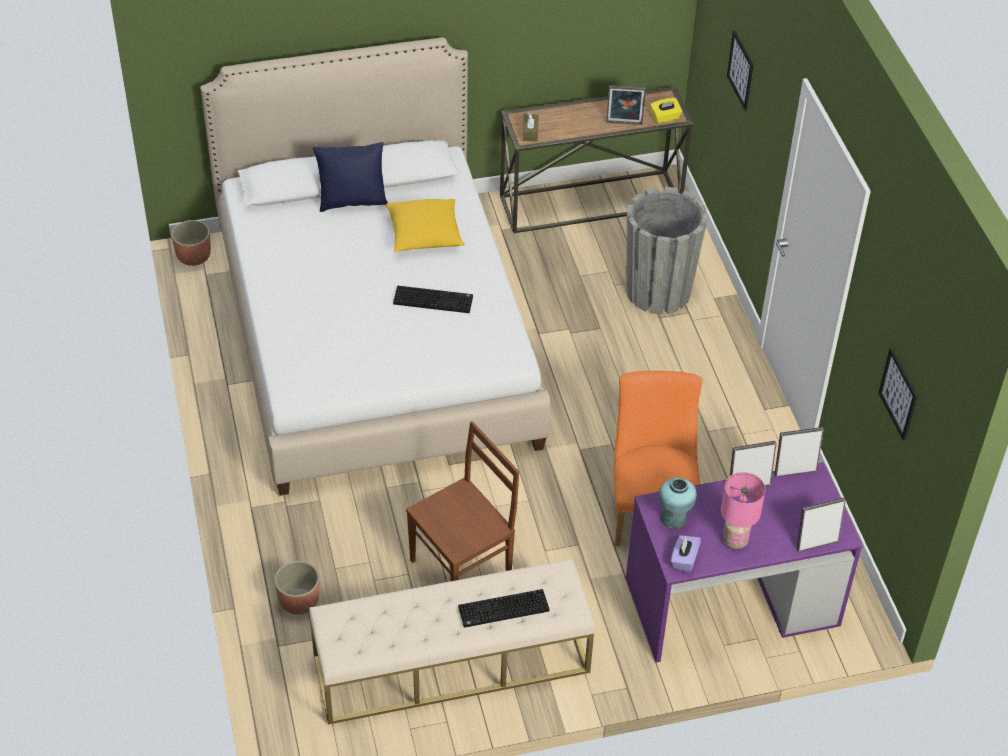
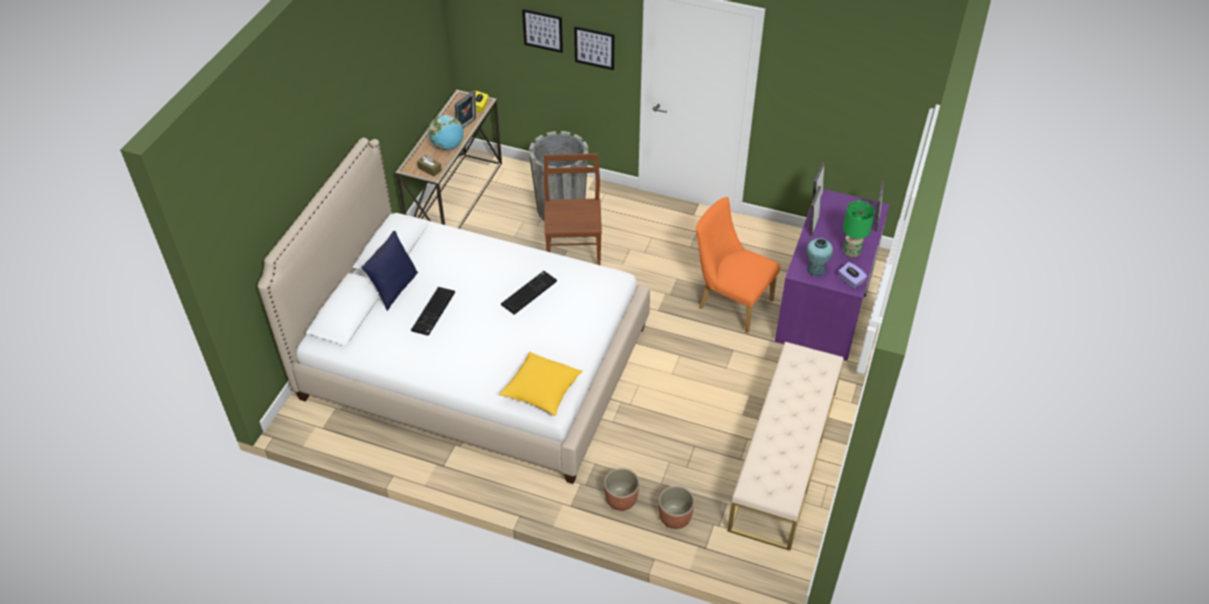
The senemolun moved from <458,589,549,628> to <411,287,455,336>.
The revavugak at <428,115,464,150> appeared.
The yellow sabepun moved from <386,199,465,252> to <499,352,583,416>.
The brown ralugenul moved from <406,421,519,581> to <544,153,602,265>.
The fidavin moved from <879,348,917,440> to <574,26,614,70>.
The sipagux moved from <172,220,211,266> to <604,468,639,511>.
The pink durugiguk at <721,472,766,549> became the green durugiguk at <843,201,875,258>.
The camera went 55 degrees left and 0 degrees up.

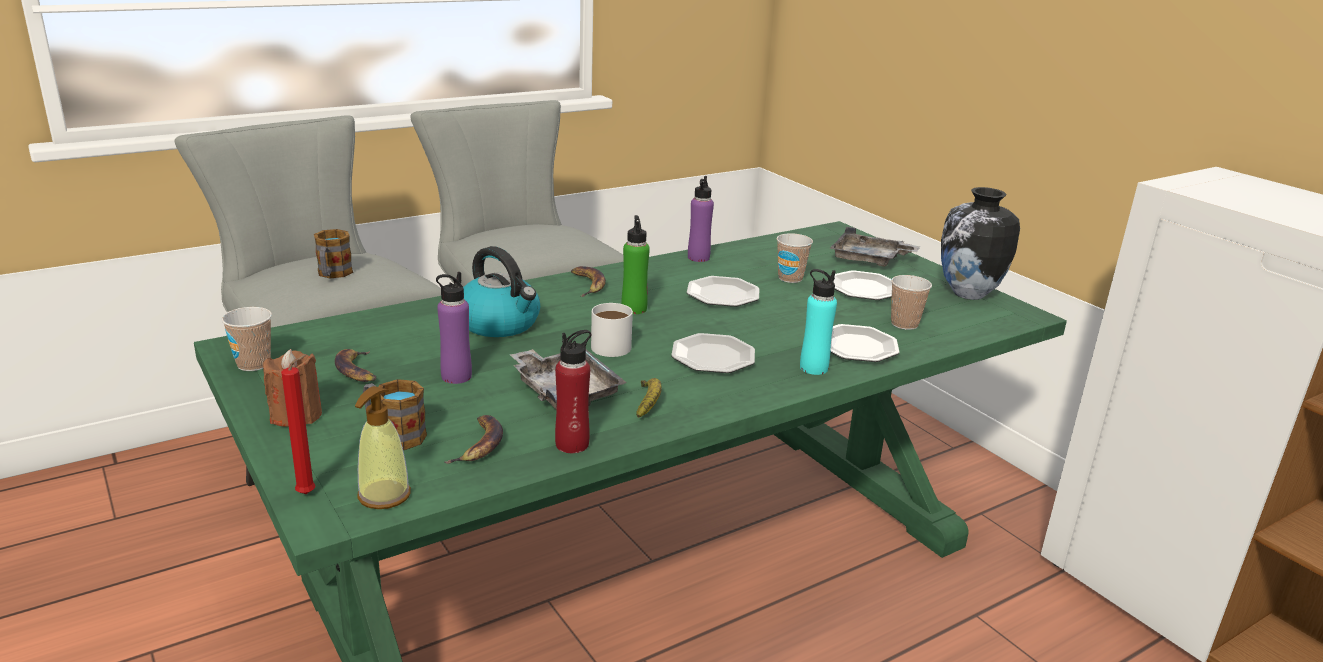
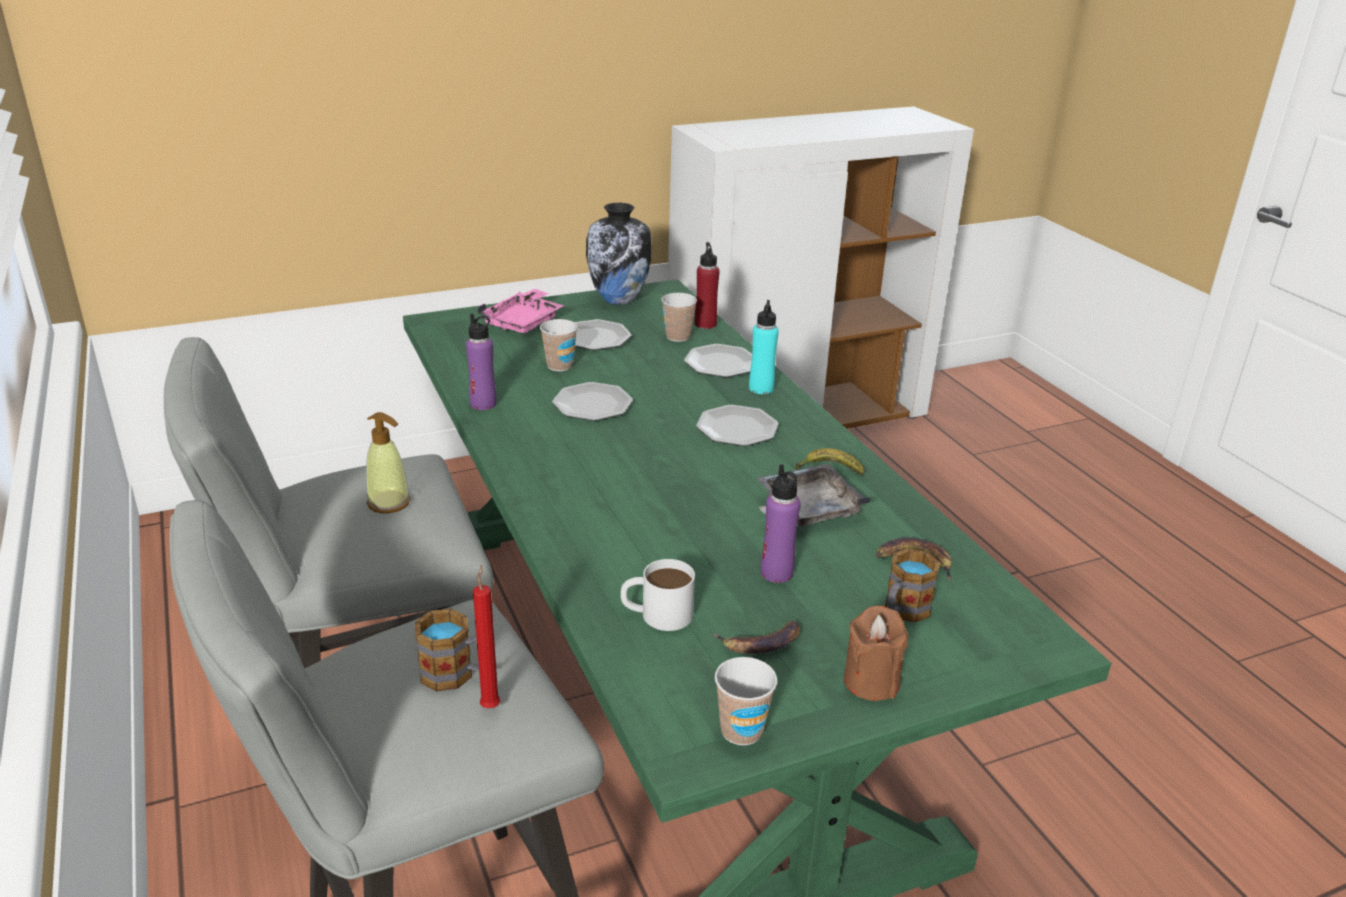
The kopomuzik moved from <355,386,411,509> to <366,412,411,513>.
The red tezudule moved from <281,354,316,494> to <473,565,500,708>.
The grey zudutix at <830,227,920,267> became the pink zudutix at <478,289,565,333>.
The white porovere moved from <591,303,633,357> to <621,559,695,631>.
The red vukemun moved from <555,330,592,453> to <695,242,720,329>.
The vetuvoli at <463,246,540,337> disappeared.
The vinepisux at <571,266,606,297> disappeared.
The green vukemun at <621,215,650,314> disappeared.
The camera went 80 degrees left and 5 degrees up.

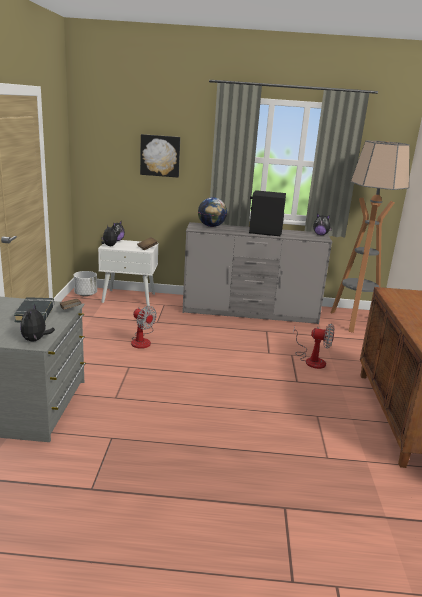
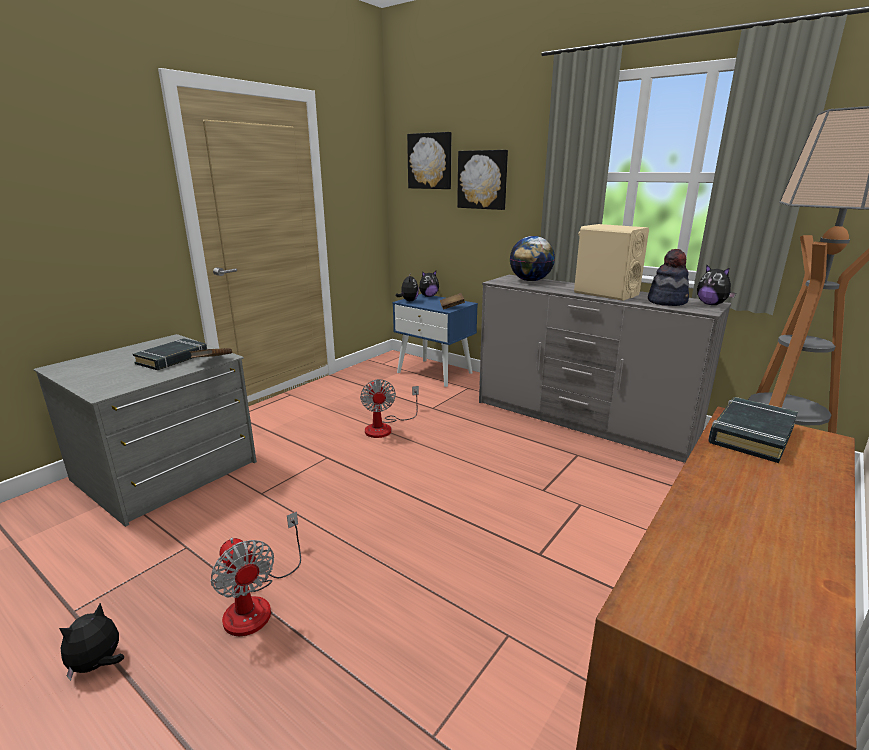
The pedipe moved from <20,304,55,342> to <59,603,124,681>.
The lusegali moved from <293,324,335,369> to <211,511,301,636>.
The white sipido at <98,240,159,306> became the blue sipido at <393,294,478,387>.
The fidavin at <407,132,451,189> appeared.
The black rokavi at <249,190,286,236> became the beige rokavi at <574,224,649,301>.
The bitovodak at <648,249,689,306> appeared.
The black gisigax at <708,397,798,463> appeared.
The white sipagux at <74,271,97,296> disappeared.
The camera went 35 degrees right and 0 degrees up.

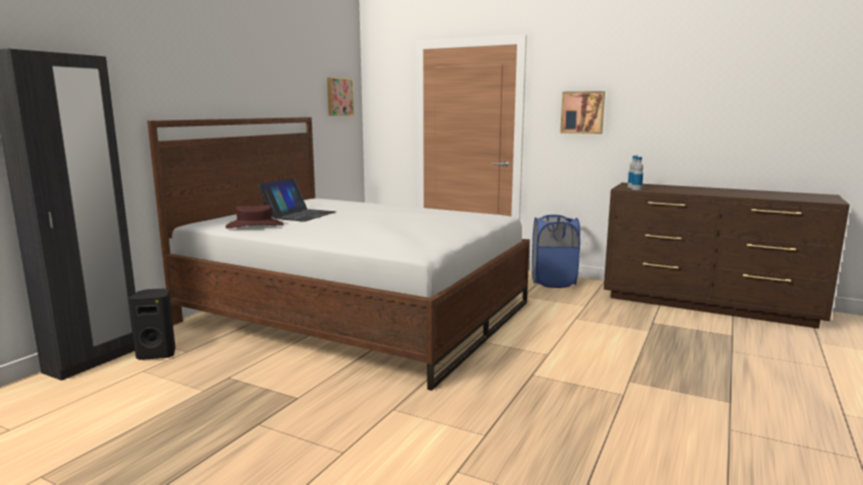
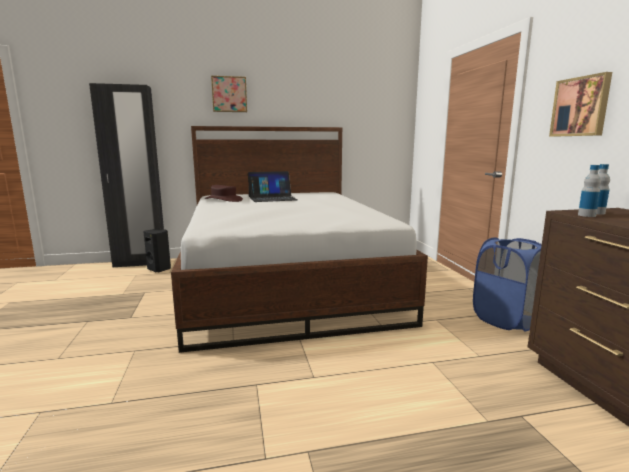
The fidavin moved from <327,77,354,116> to <211,76,247,112>.
The camera went 50 degrees right and 0 degrees up.

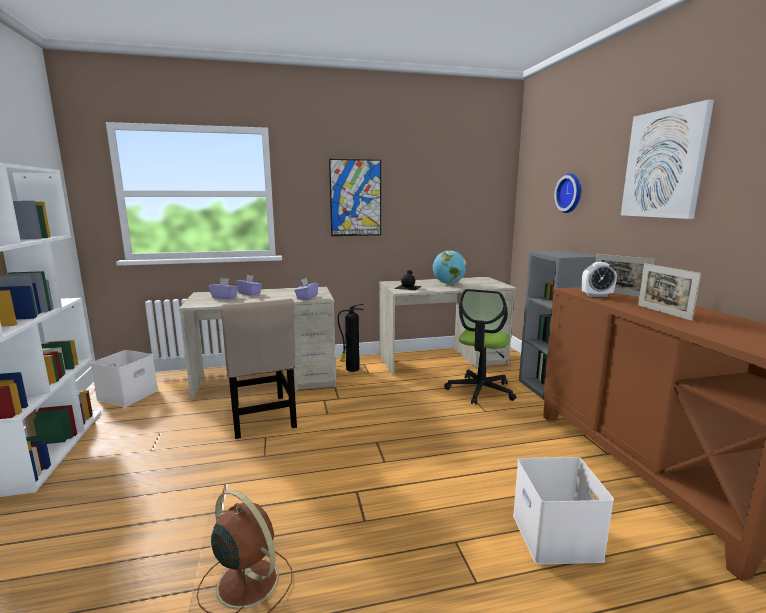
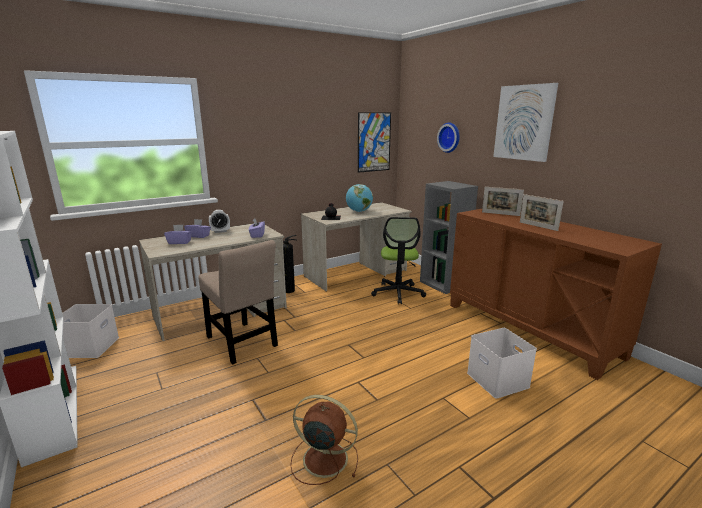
The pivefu moved from <581,262,617,297> to <209,210,230,233>.
The fidavin moved from <329,159,381,236> to <358,112,391,173>.
The camera went 20 degrees left and 5 degrees up.

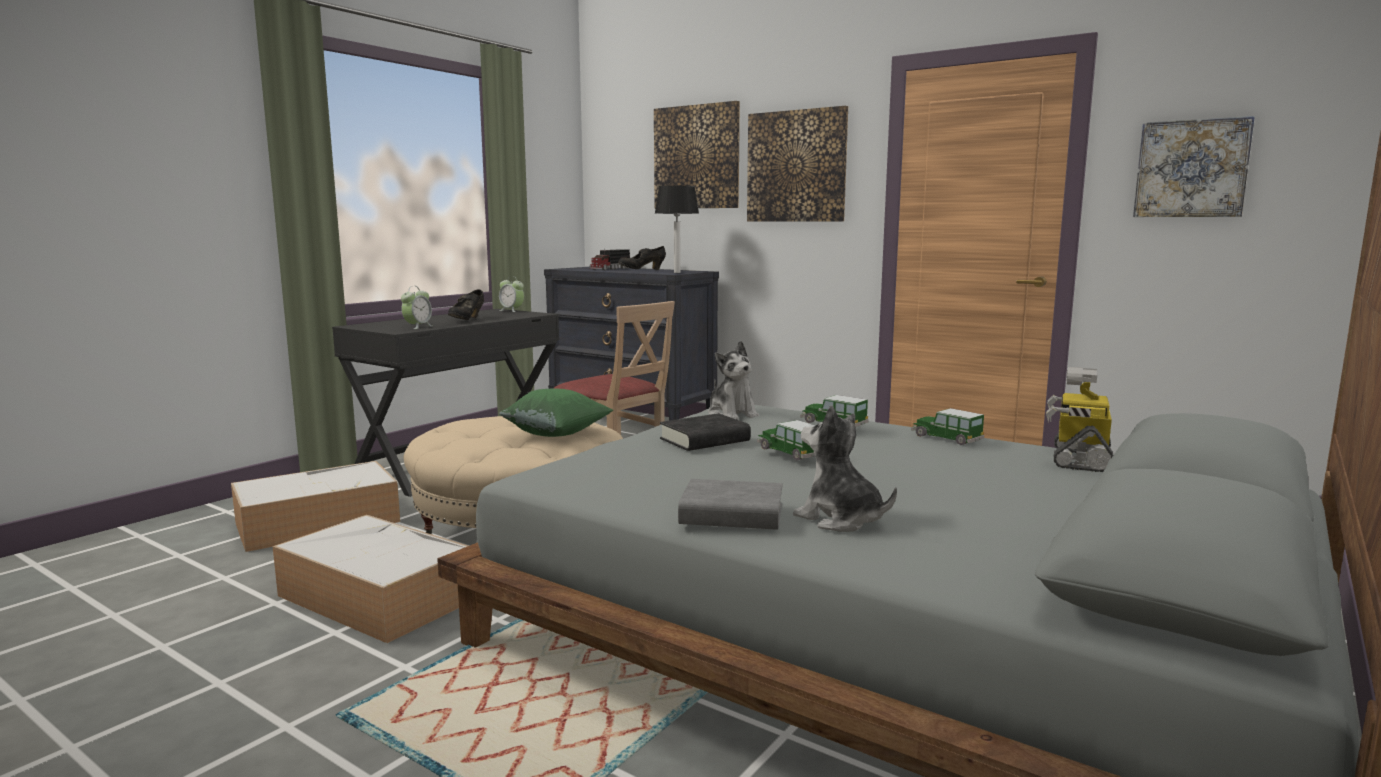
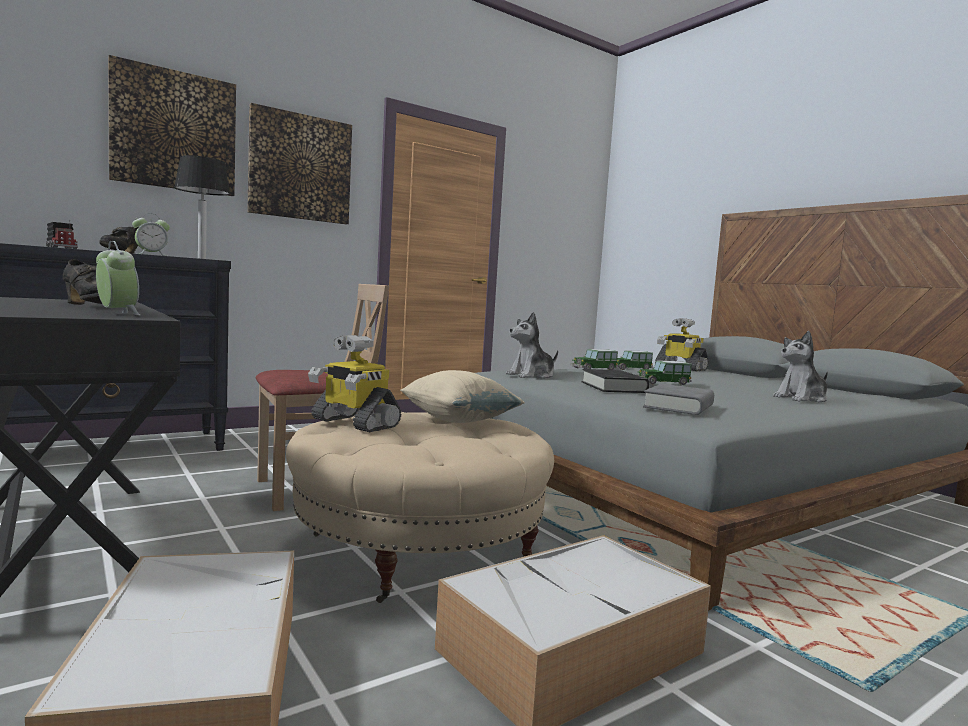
The pivefu moved from <499,276,524,312> to <132,213,170,256>.
The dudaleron at <308,335,401,432> appeared.
The green sabepun at <499,389,613,437> became the beige sabepun at <400,370,525,423>.
The pedipe at <708,341,760,420> turned 150 degrees clockwise.
The grey gisigax moved from <678,479,783,530> to <643,384,714,415>.
The fidavin at <1133,116,1255,217> disappeared.
The camera went 70 degrees left and 5 degrees down.

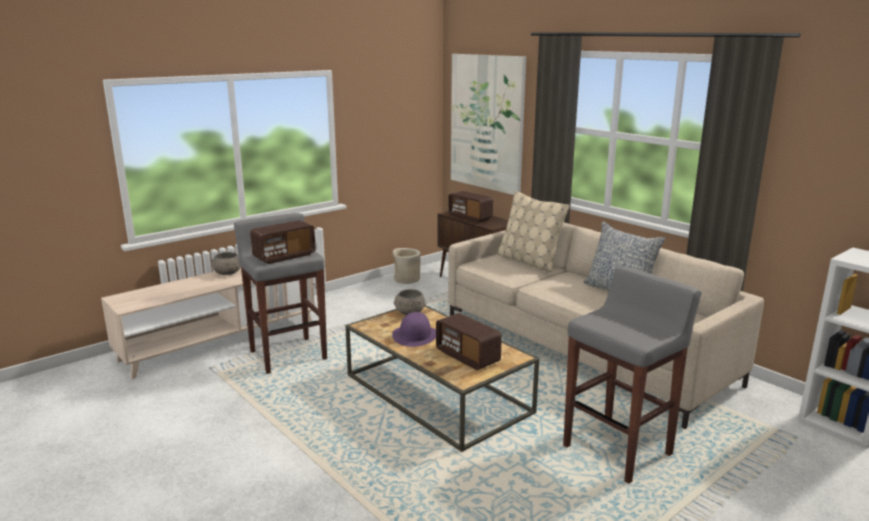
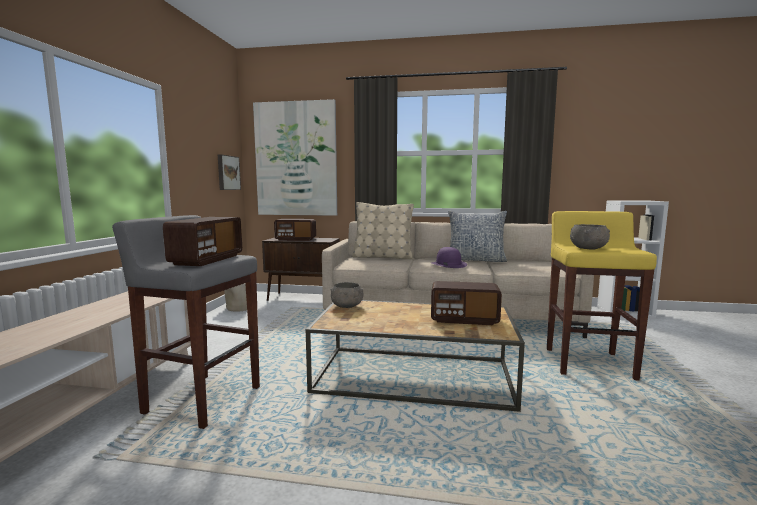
The fidavin at <218,154,241,190> appeared.
The purple bitovodak moved from <392,312,436,347> to <432,247,467,268>.
The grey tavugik at <563,267,702,484> became the yellow tavugik at <547,211,657,381>.
The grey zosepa moved from <212,252,241,275> to <570,224,610,250>.
The camera went 40 degrees left and 10 degrees down.

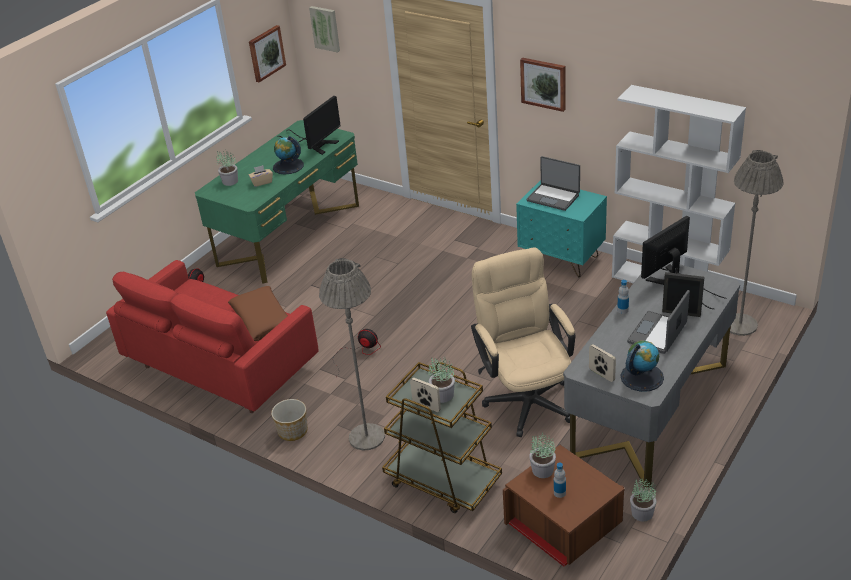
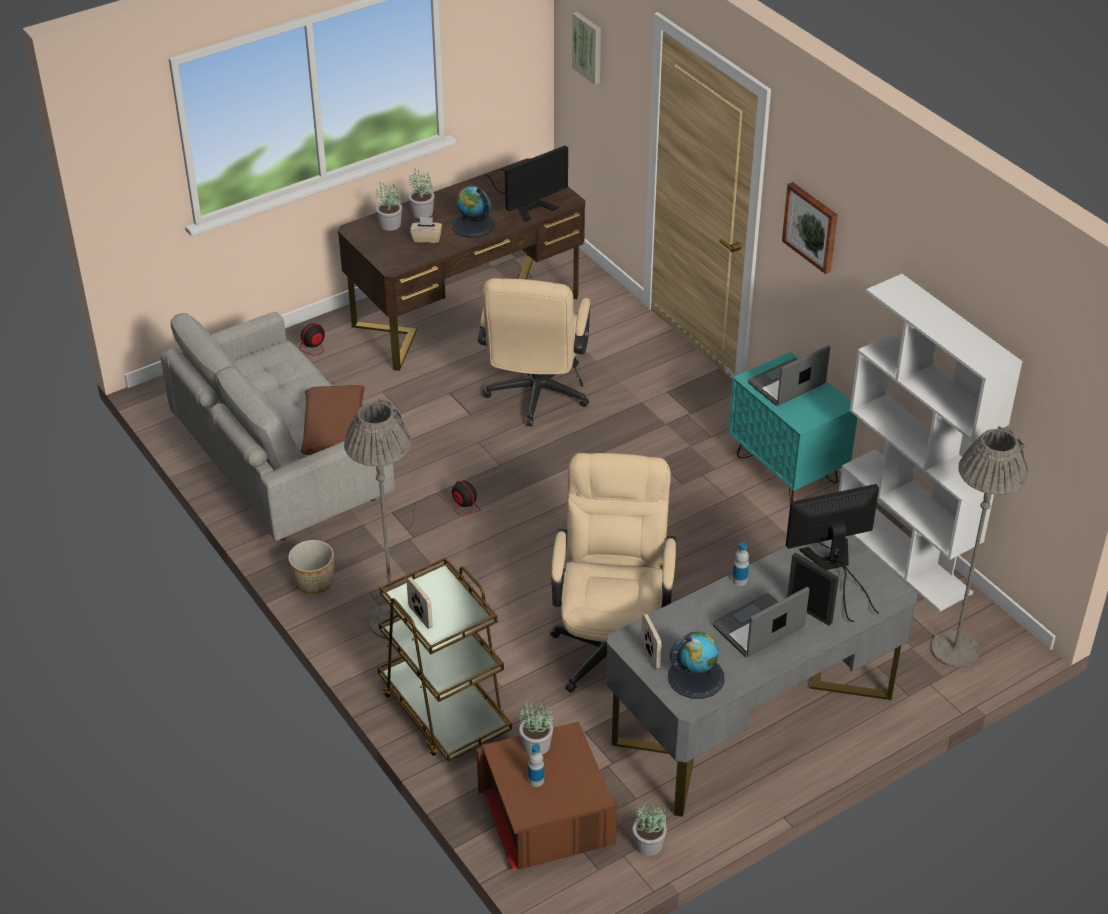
The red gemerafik at <106,260,319,413> became the grey gemerafik at <160,312,395,541>.
The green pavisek at <195,120,359,284> became the brown pavisek at <338,158,585,371>.
The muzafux moved from <428,357,455,403> to <408,169,435,218>.
The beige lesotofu at <478,278,591,426> appeared.
The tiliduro at <527,156,580,211> turned 90 degrees clockwise.
The fidavin at <249,25,286,82> disappeared.
The camera went 20 degrees right and 5 degrees up.

